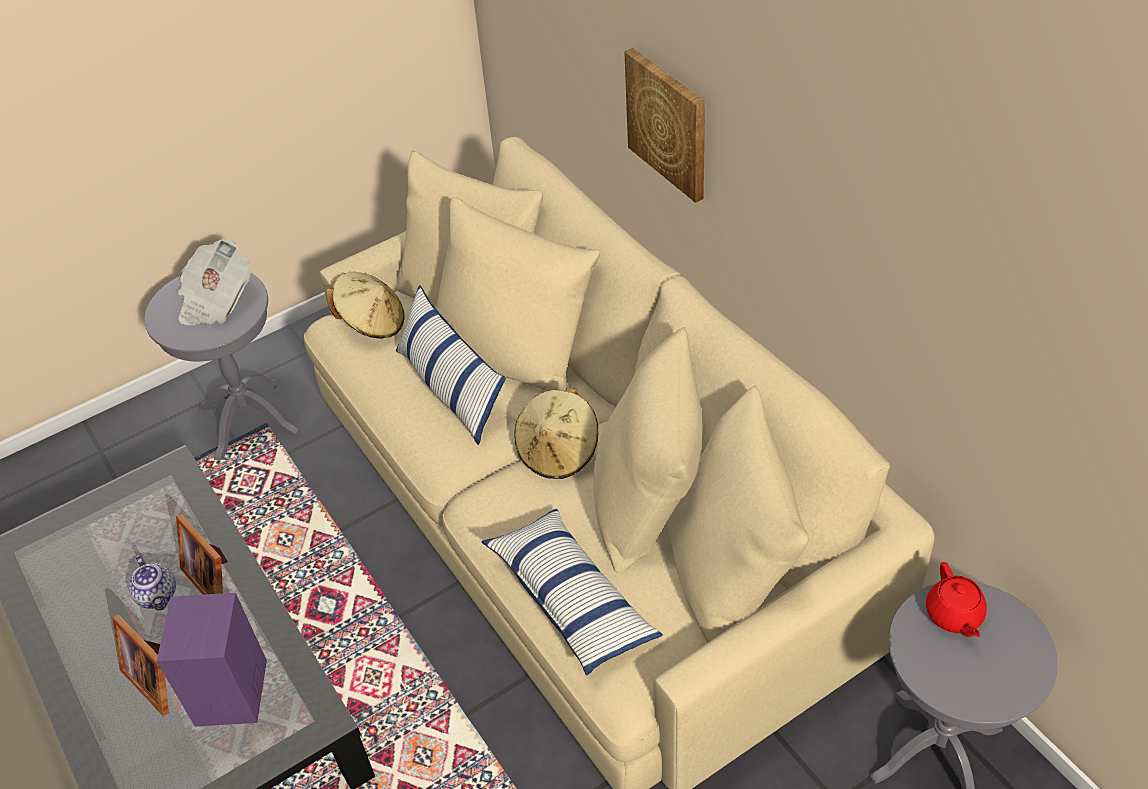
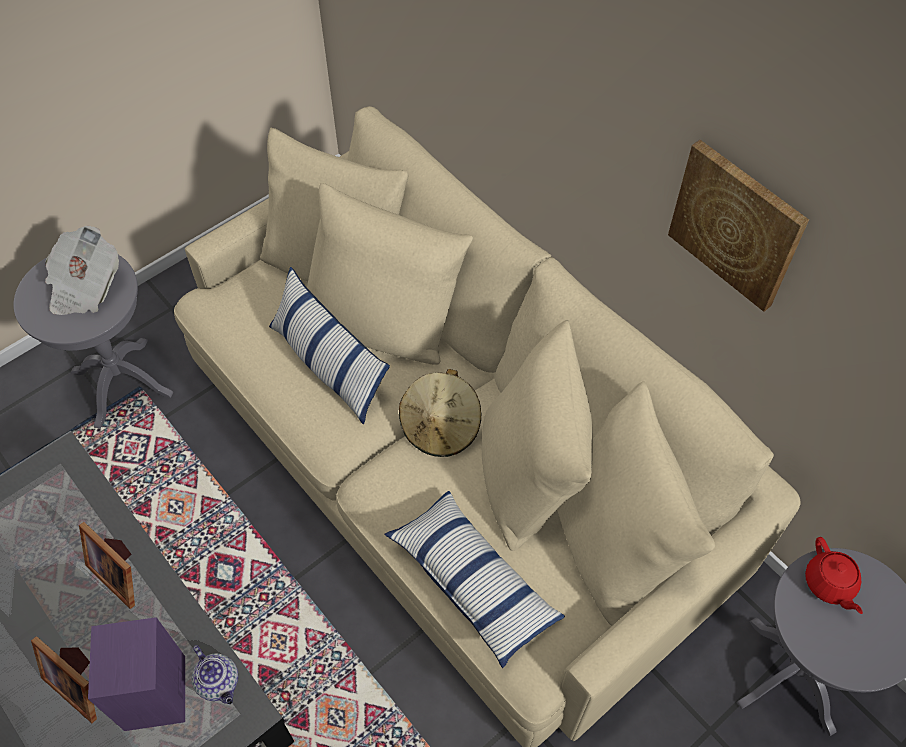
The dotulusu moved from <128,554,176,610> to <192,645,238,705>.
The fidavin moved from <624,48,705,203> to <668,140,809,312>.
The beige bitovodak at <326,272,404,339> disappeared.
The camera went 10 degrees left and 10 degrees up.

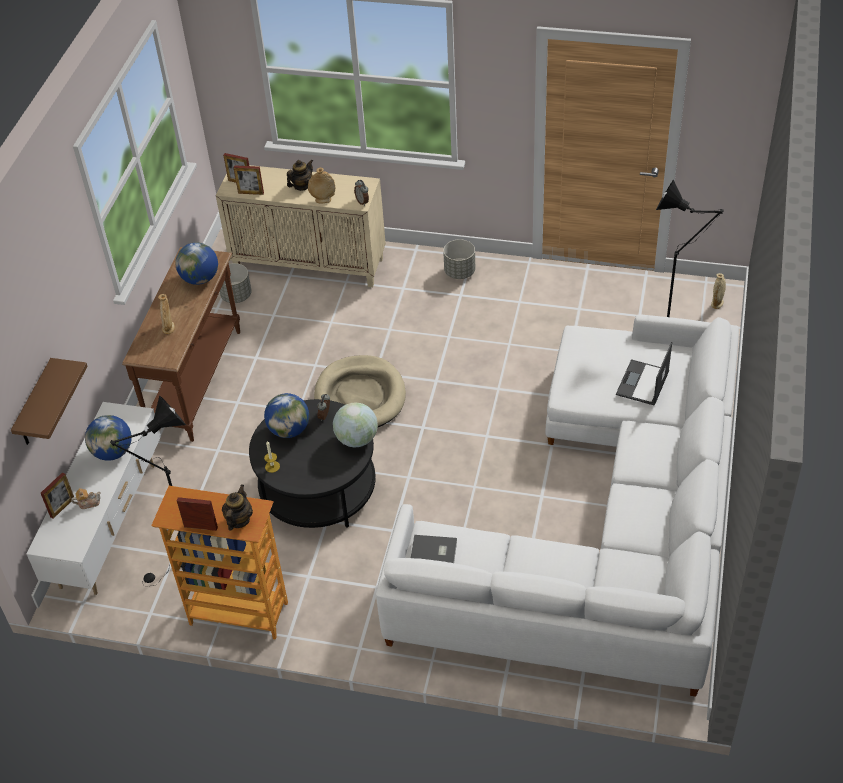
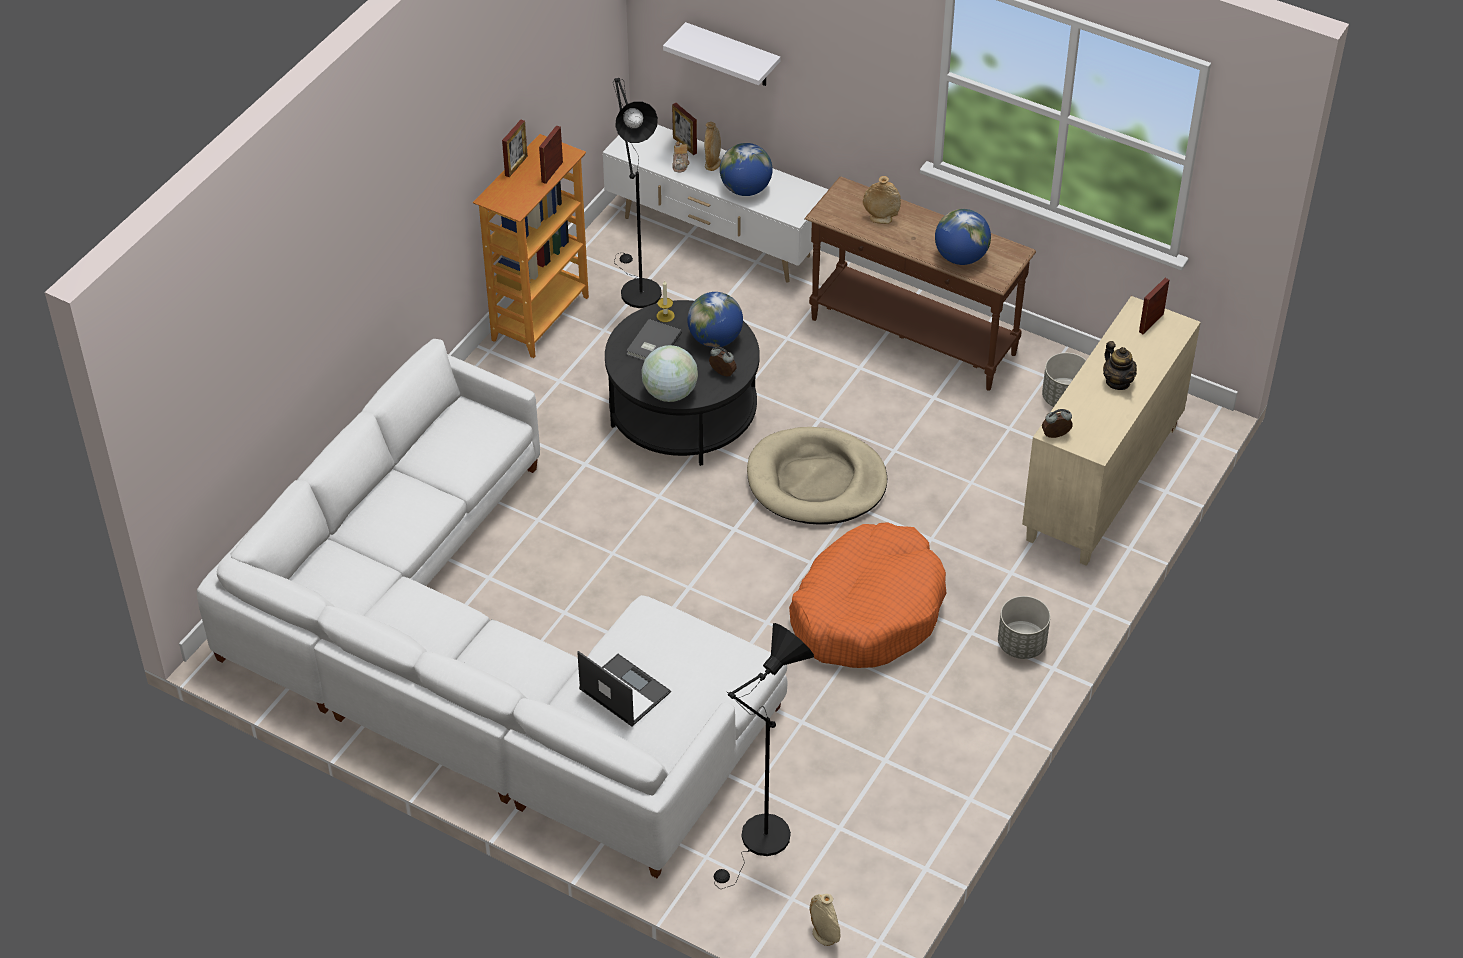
The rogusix moved from <233,165,264,195> to <539,125,563,184>.
The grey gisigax moved from <411,535,457,563> to <626,319,682,361>.
The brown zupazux at <11,358,88,445> became the white zupazux at <663,22,780,86>.
The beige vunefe moved from <308,168,336,203> to <704,122,721,171>.
The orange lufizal at <789,522,946,668> appeared.
The dotulusu at <222,484,253,531> disappeared.
The camera went 105 degrees right and 0 degrees up.

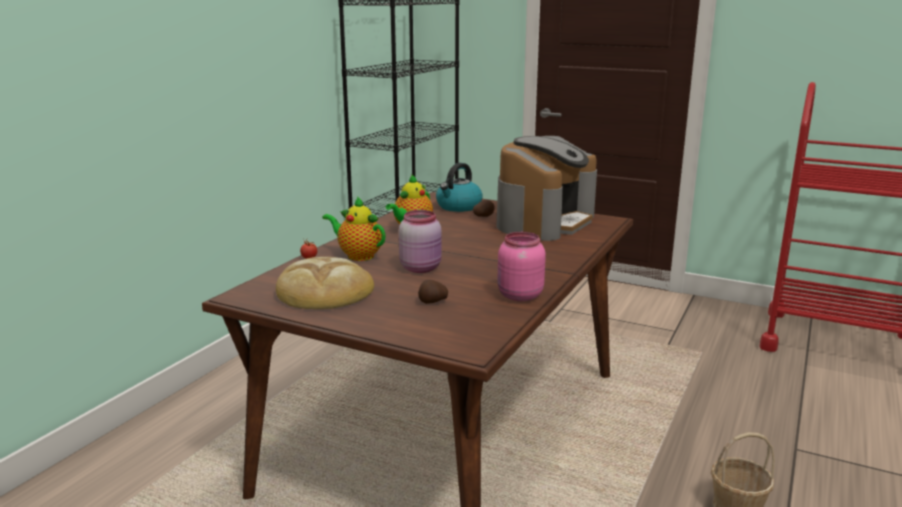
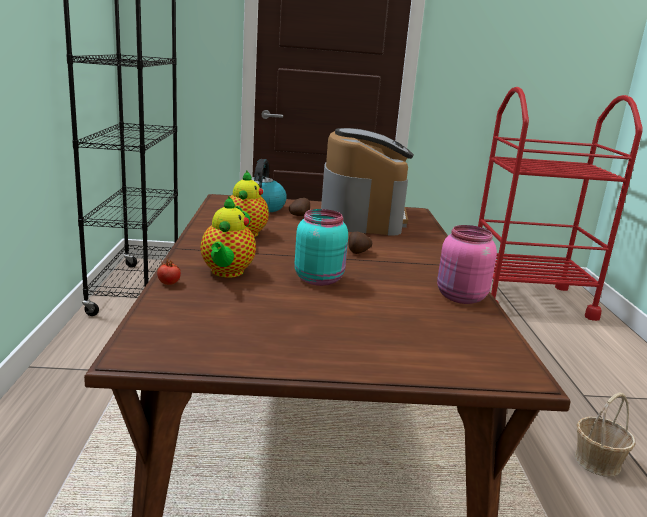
The dotulusu at <322,196,386,261> turned 90 degrees counterclockwise.
The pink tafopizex at <399,210,442,273> became the turquoise tafopizex at <294,209,348,286>.
The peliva moved from <418,280,448,304> to <348,232,372,254>.
The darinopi at <276,257,374,309> disappeared.
The camera went 30 degrees left and 0 degrees up.

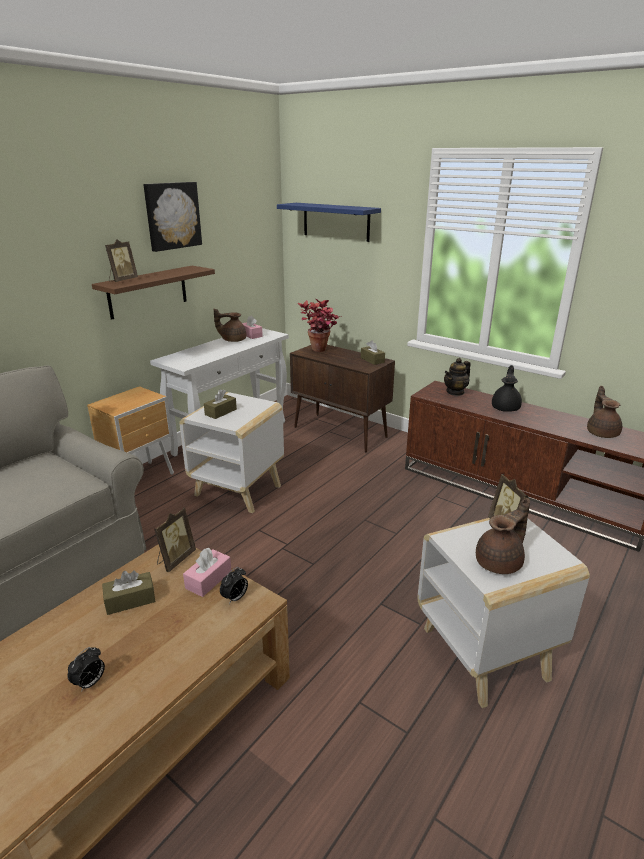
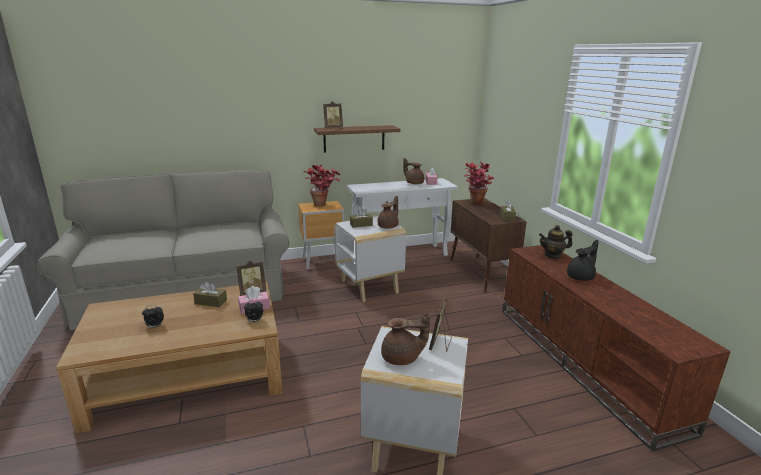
The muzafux at <303,164,340,206> appeared.
The brown dotulusu moved from <587,386,622,438> to <377,196,399,228>.
The fidavin at <143,182,202,252> disappeared.
The blue zupazux at <277,203,381,242> disappeared.
The camera went 35 degrees right and 5 degrees down.

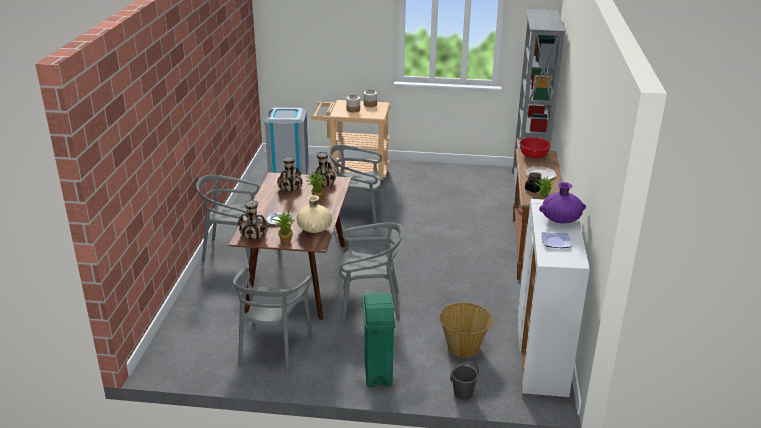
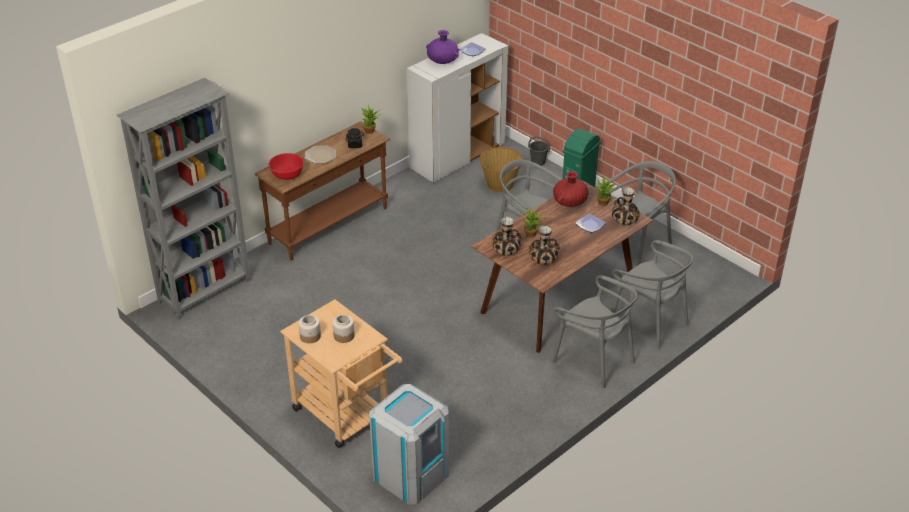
The beige vunefe at <297,195,332,233> became the red vunefe at <553,171,588,207>.
The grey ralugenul moved from <329,145,382,230> to <611,240,694,349>.
The camera went 140 degrees left and 10 degrees up.

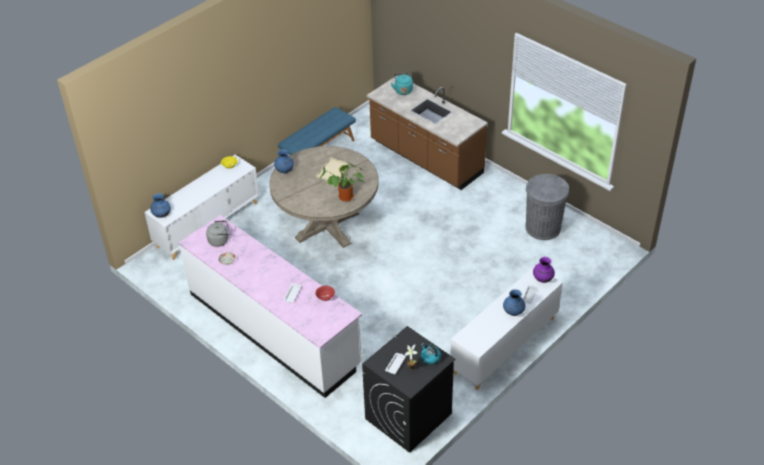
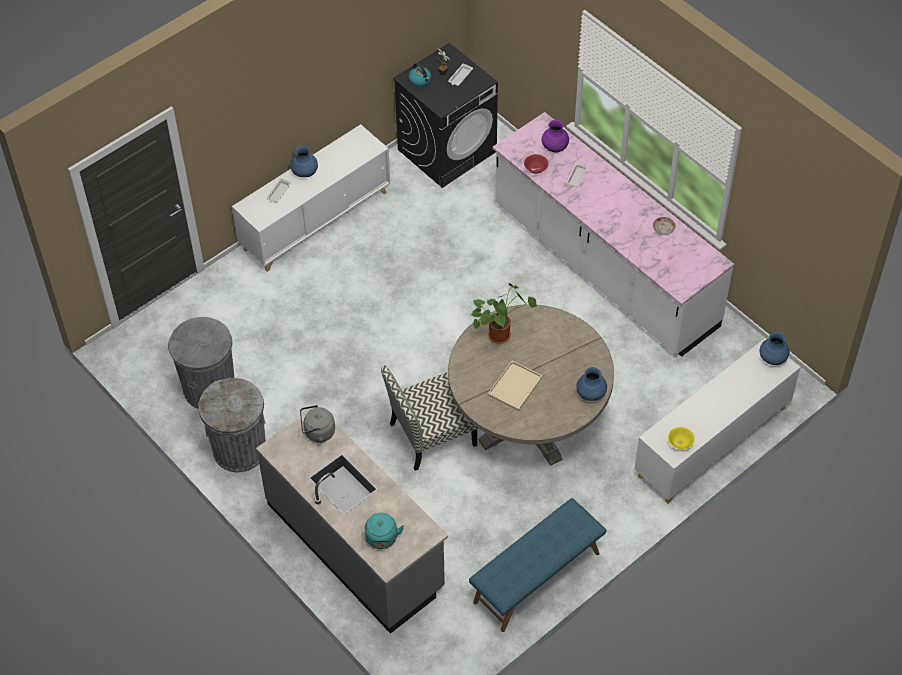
The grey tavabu at <198,378,266,472> appeared.
The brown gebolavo at <367,76,488,190> became the grey gebolavo at <256,406,448,634>.
The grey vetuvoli moved from <206,221,229,247> to <300,405,335,443>.
The ralugenul at <381,365,478,471> appeared.
The purple vunefe moved from <533,257,555,283> to <542,120,569,153>.
The camera went 175 degrees left and 10 degrees up.

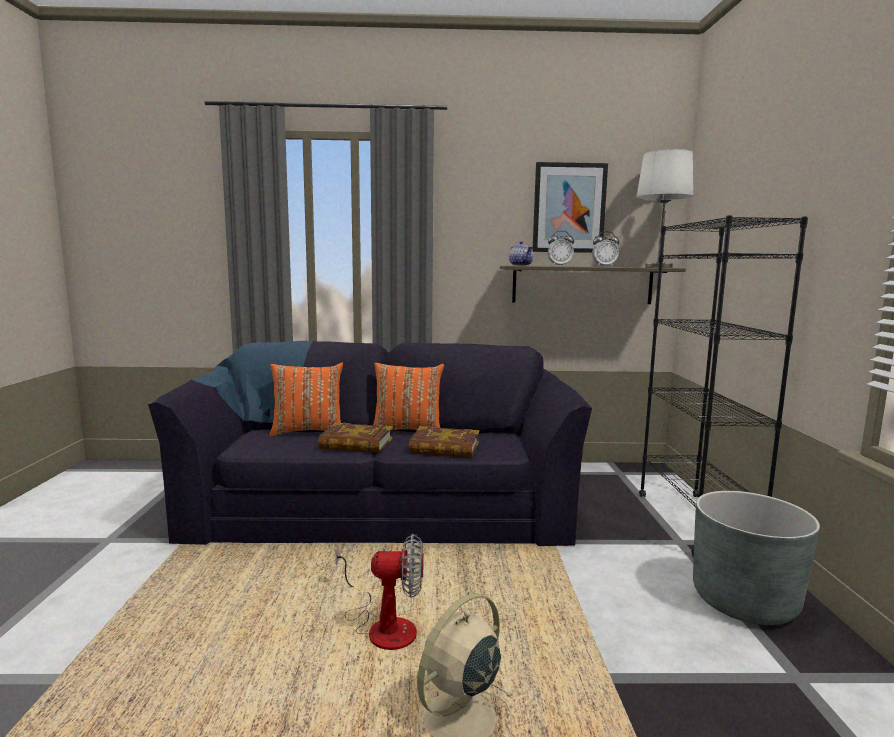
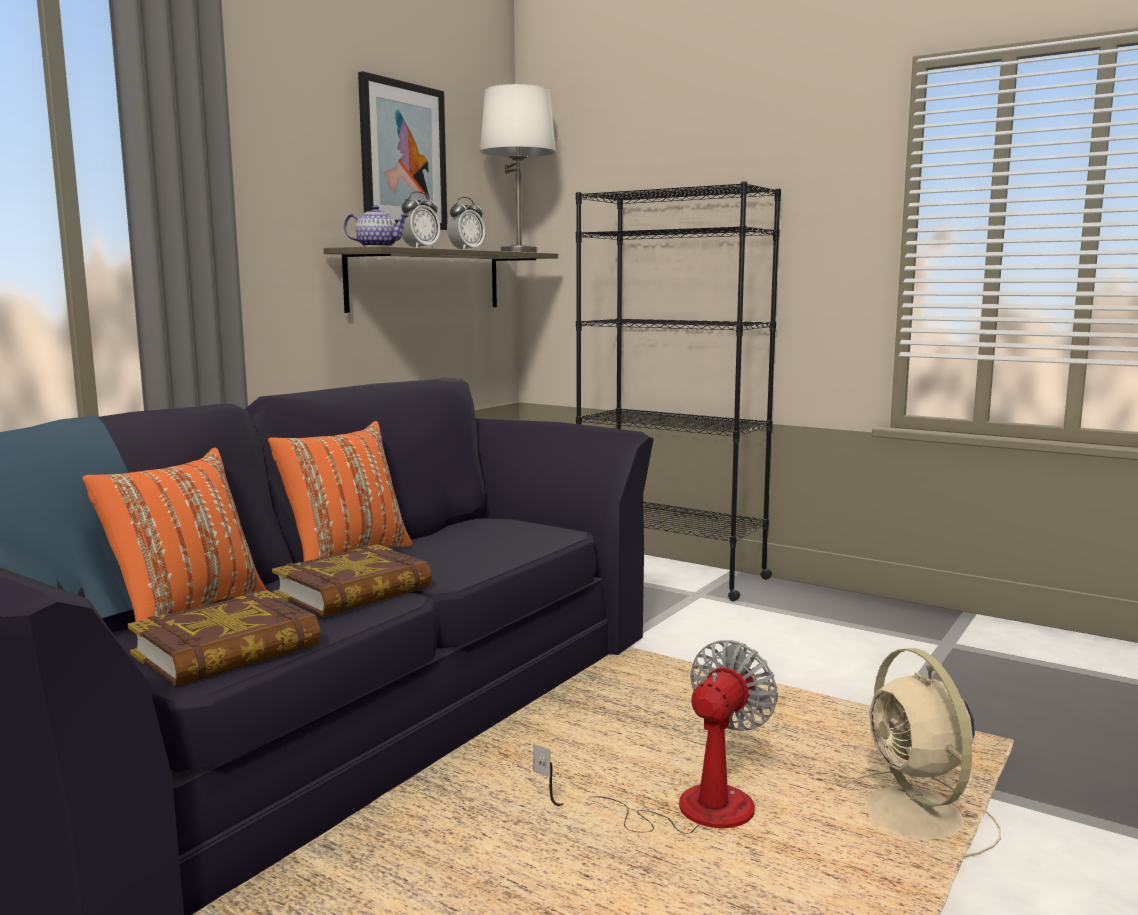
The gisigax moved from <408,426,479,458> to <128,590,321,686>.
The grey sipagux at <693,491,820,625> disappeared.
The camera went 55 degrees left and 0 degrees up.

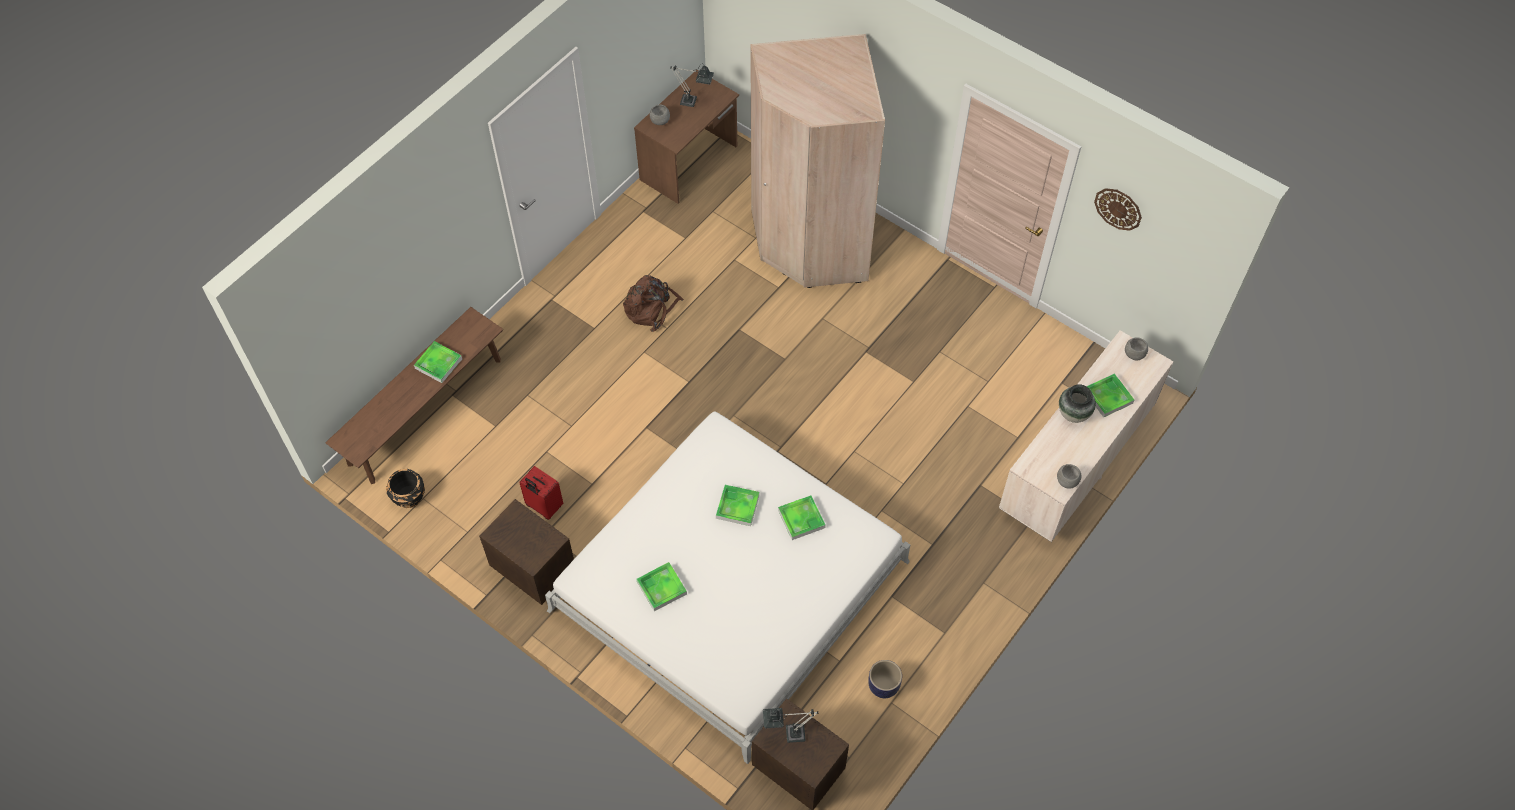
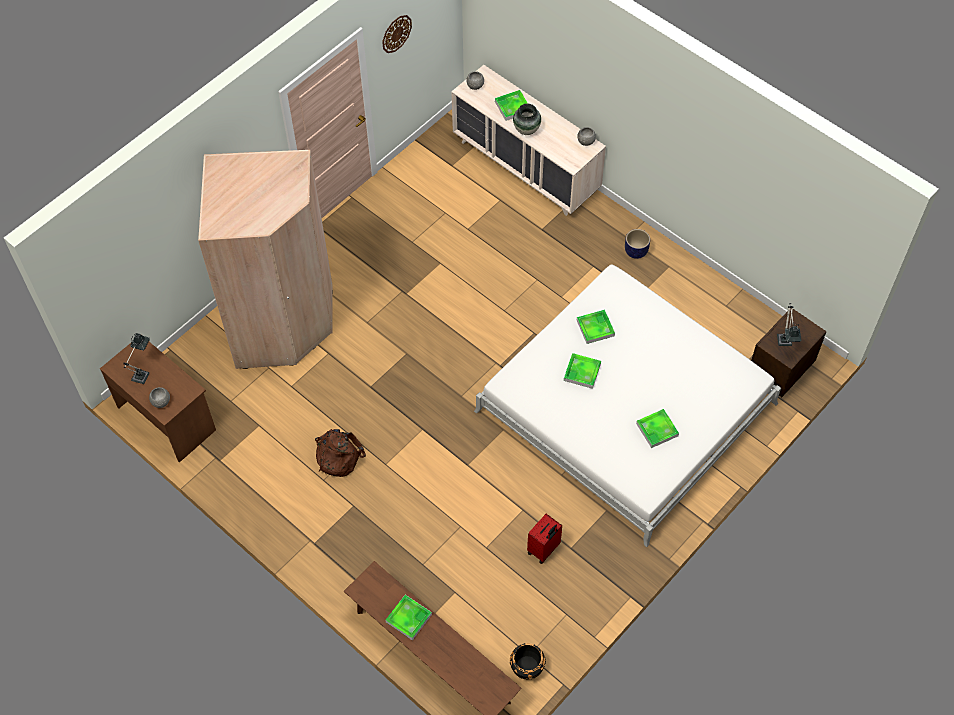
The sipagux moved from <868,660,902,698> to <625,229,650,259>.
The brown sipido at <479,499,574,605> disappeared.
The camera went 85 degrees left and 0 degrees up.

